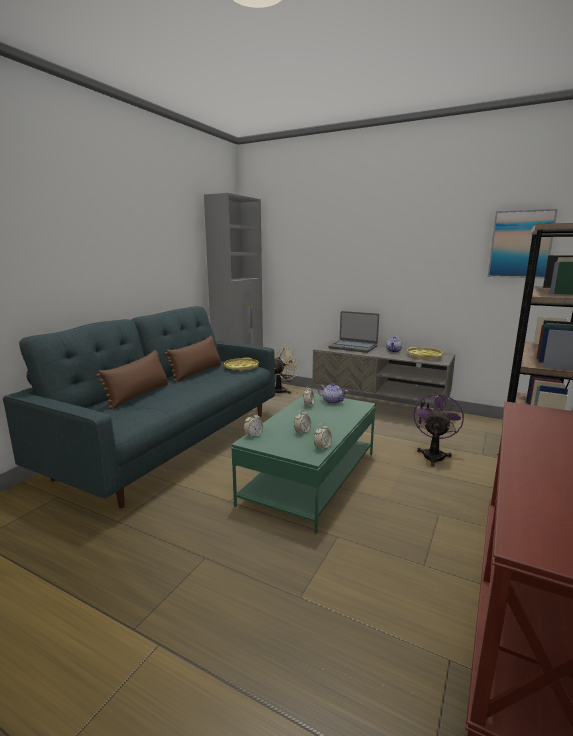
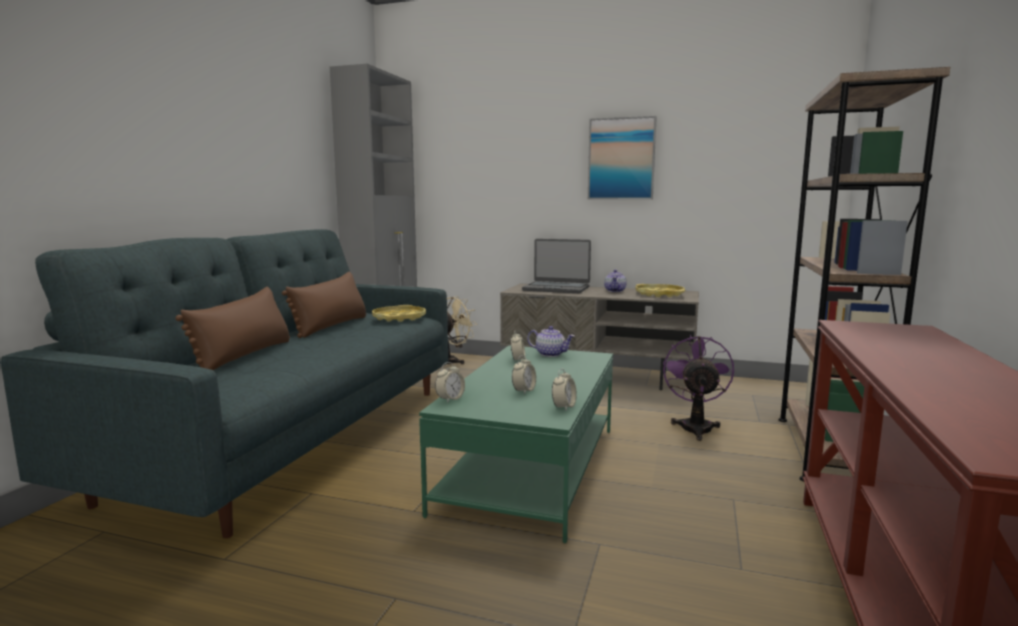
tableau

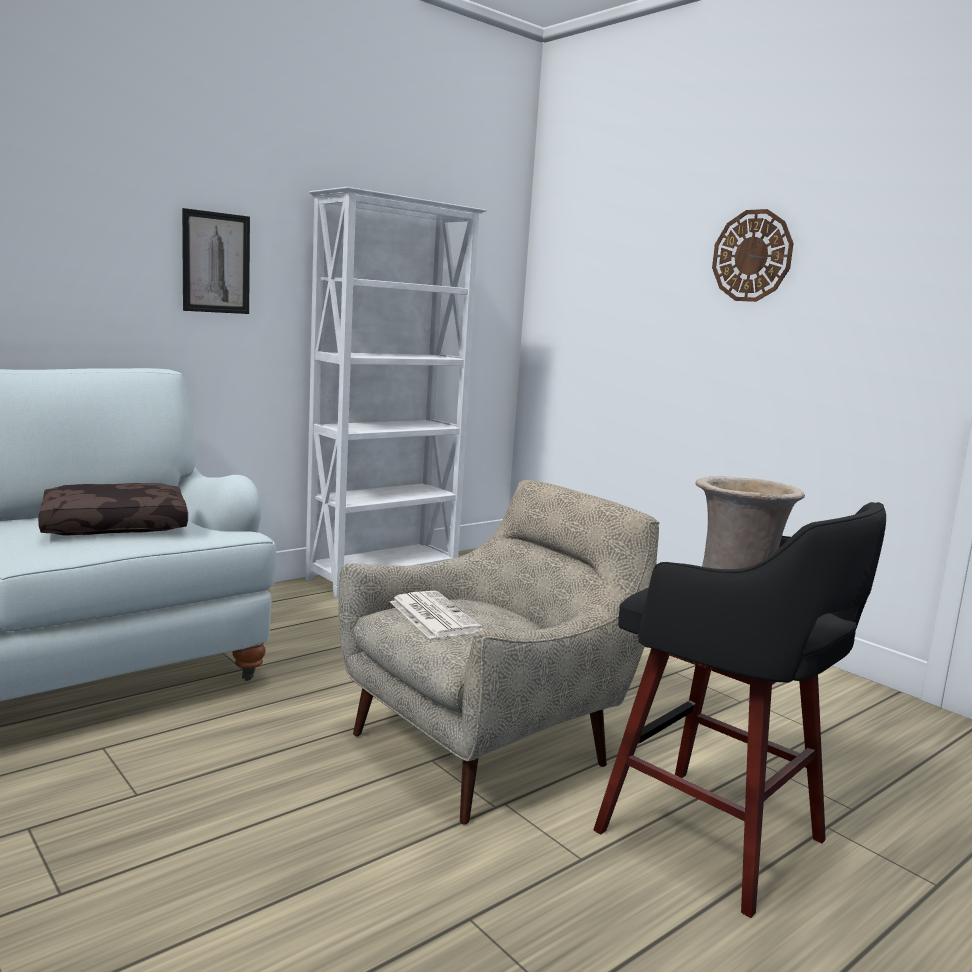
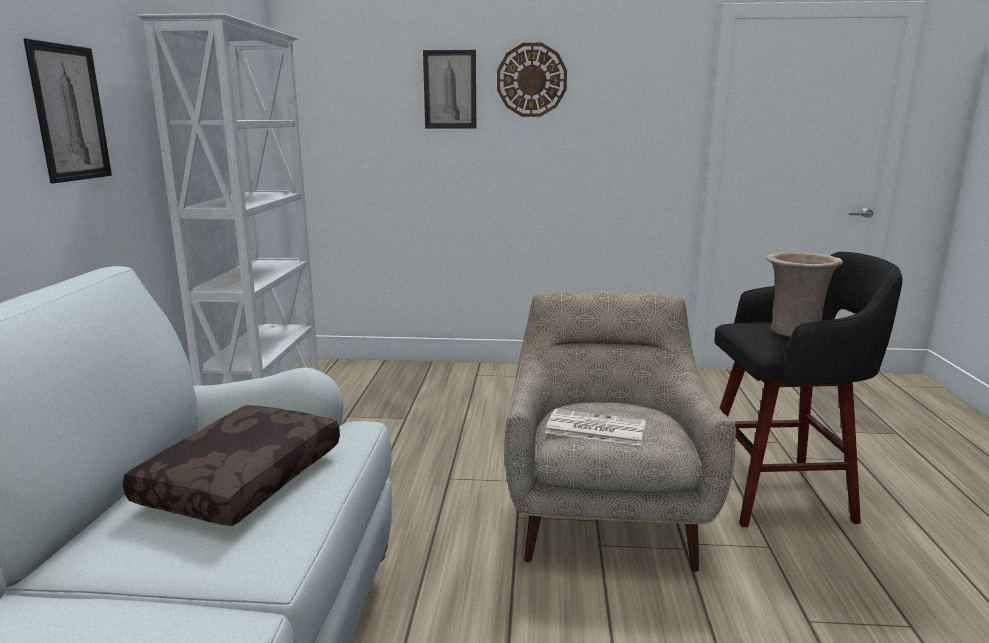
tableau (no. 2 from left)

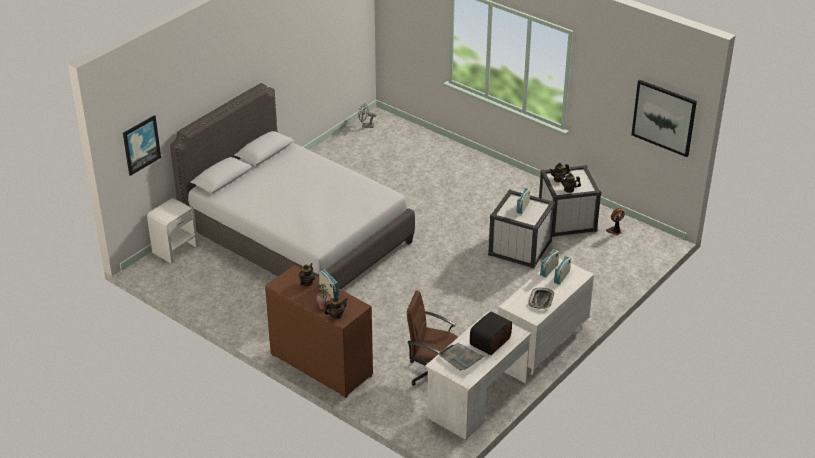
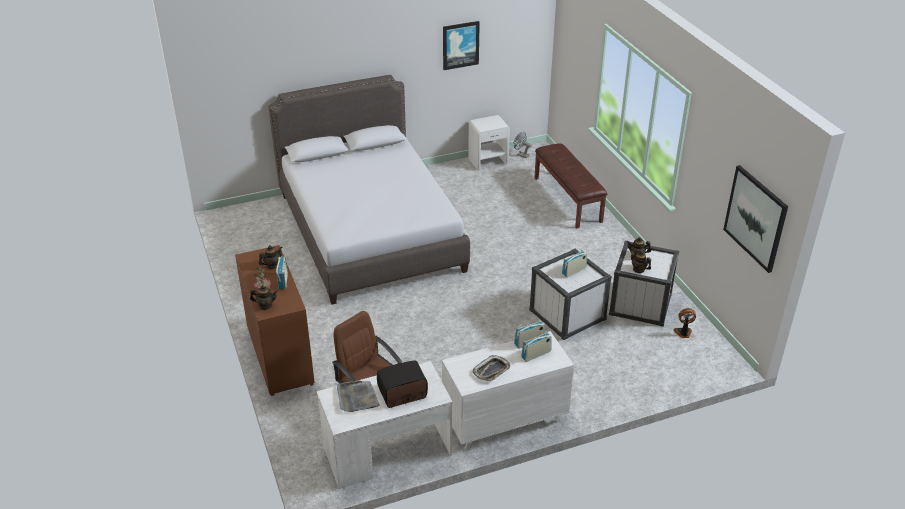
banc (marron); tableau (no. 1 from left); table de chevet (blanc)

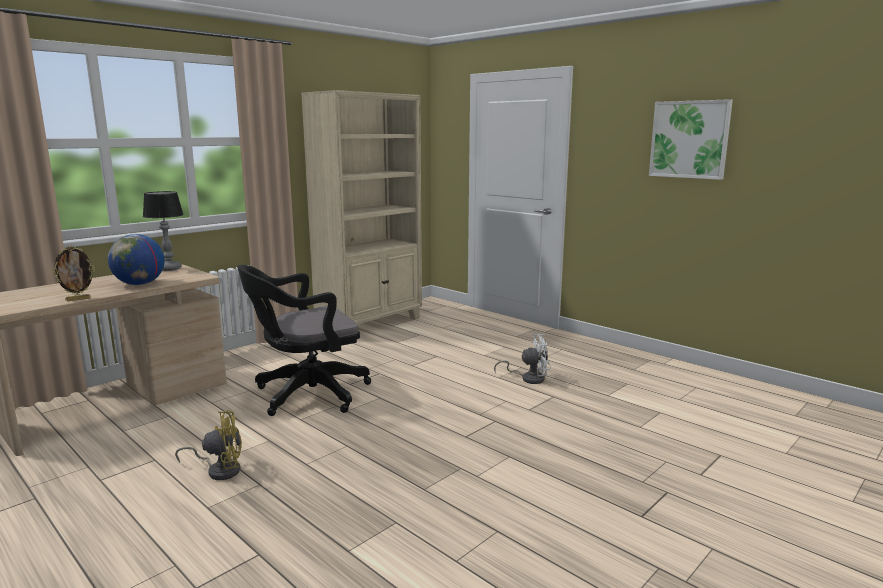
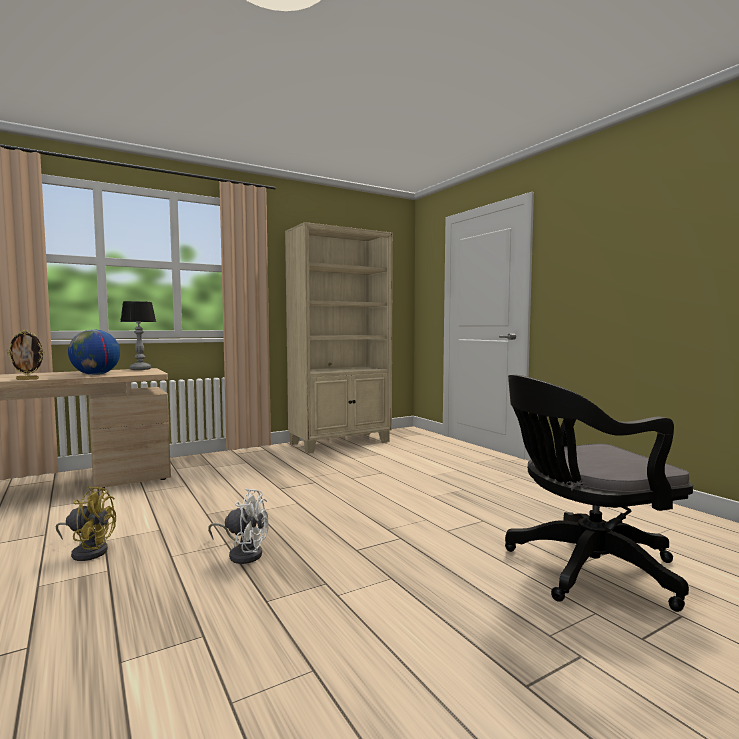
tableau; chaise de bureau (noir); ventilateur (blanc)

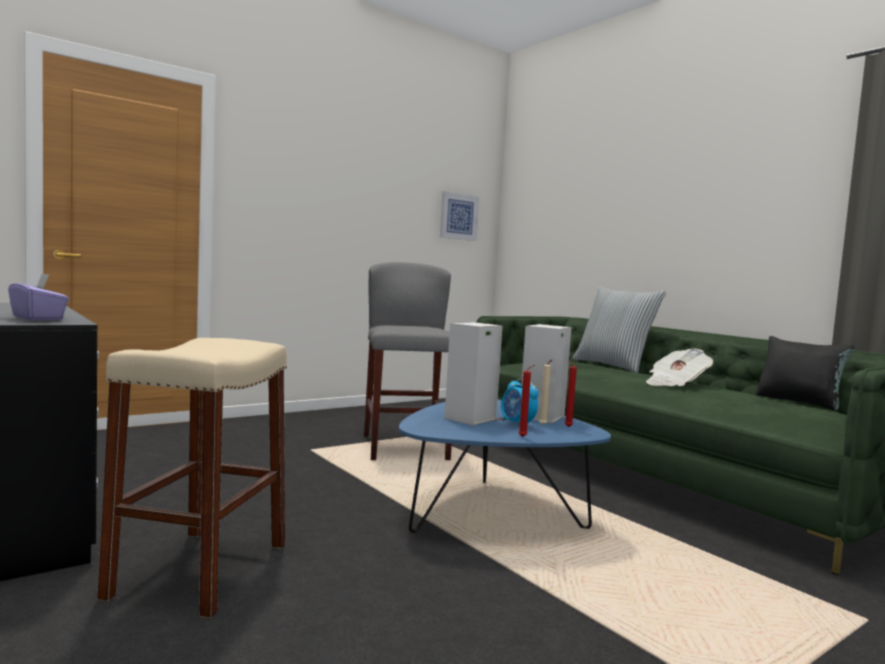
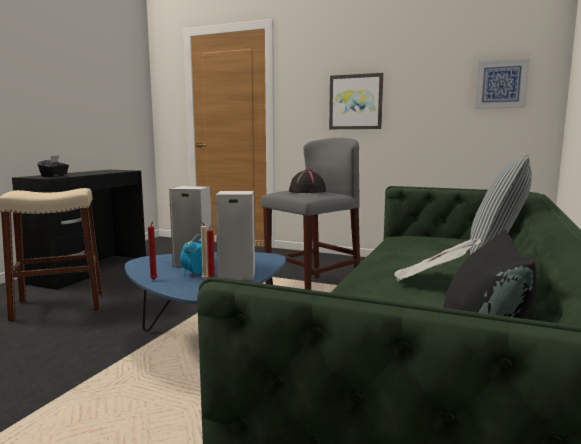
chapeau (noir); tableau (no. 1 from left); boîte à mouchoirs (noir)

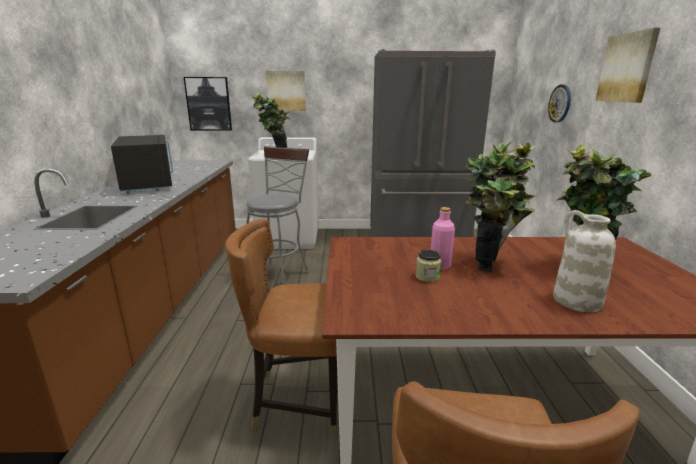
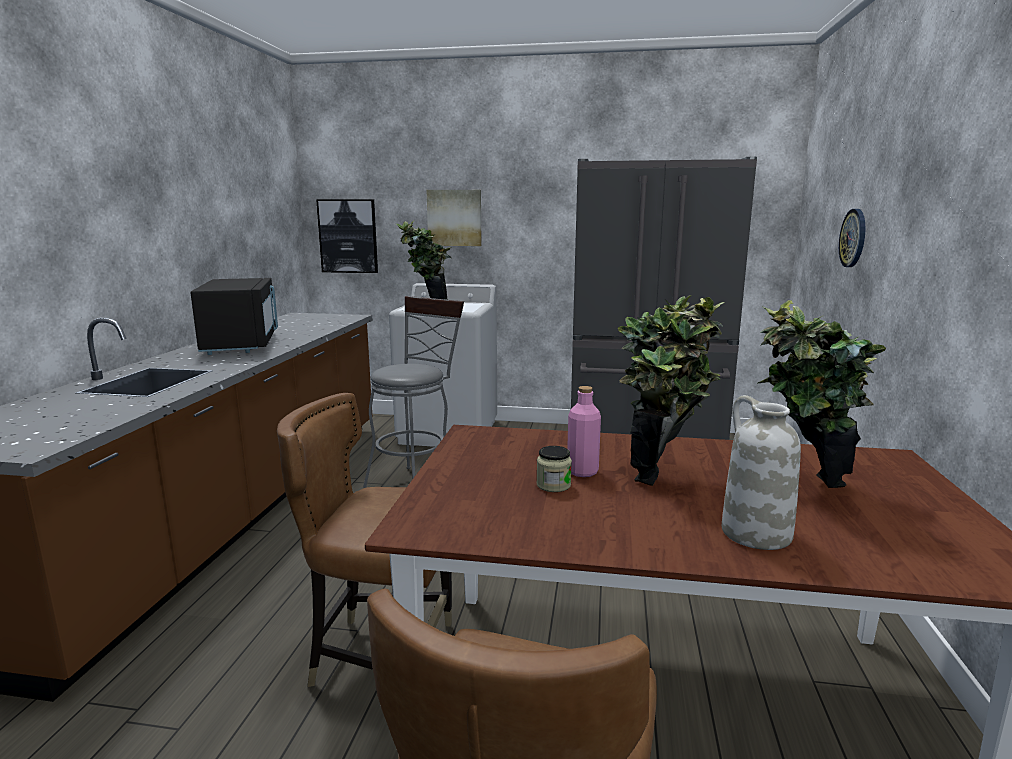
tableau (no. 3 from left in the first image)

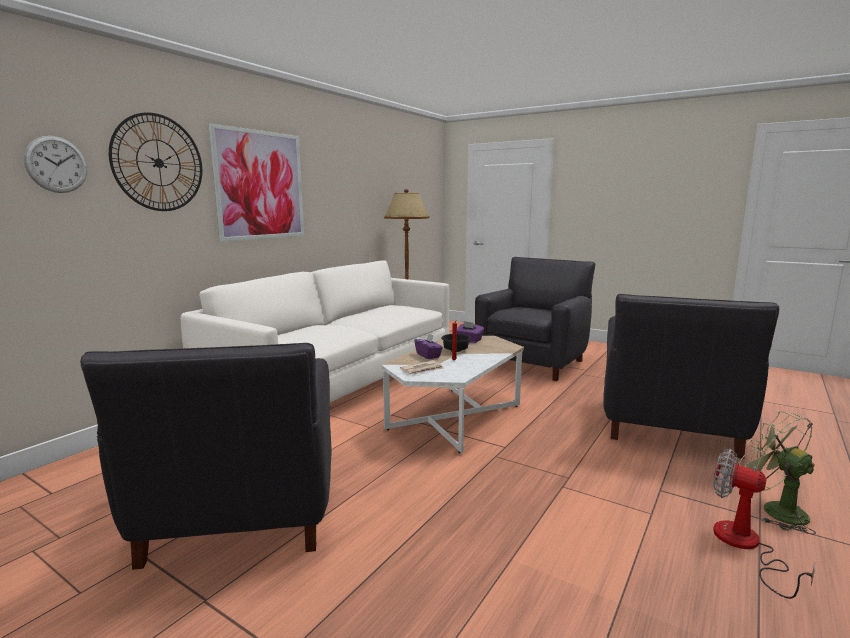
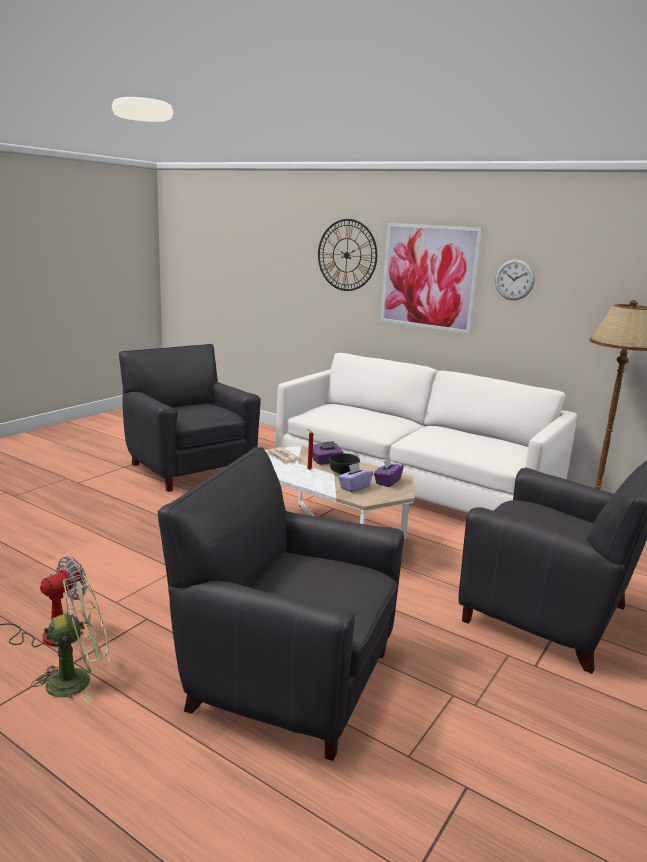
boîte à mouchoirs (violet) (no. 2 from left); horloge murale (no. 2 from left); fauteuil (noir) (no. 1 from left)

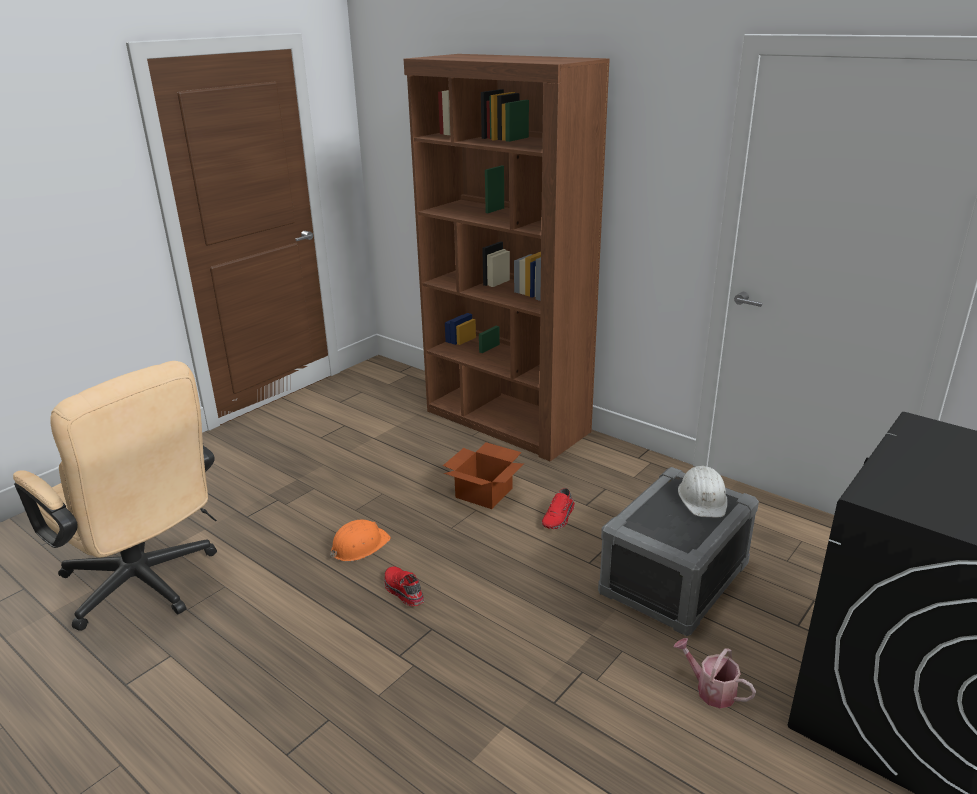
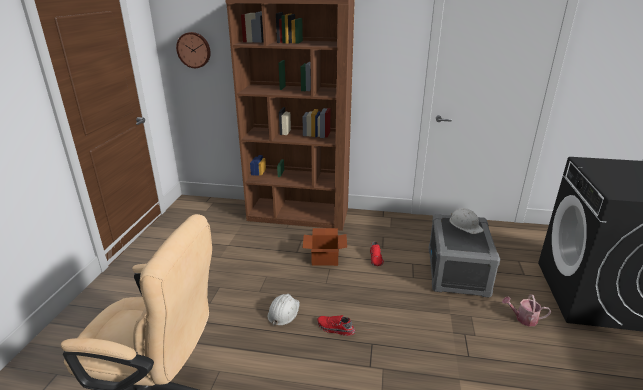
horloge murale; casque de chantier (blanc) (no. 1 from left)

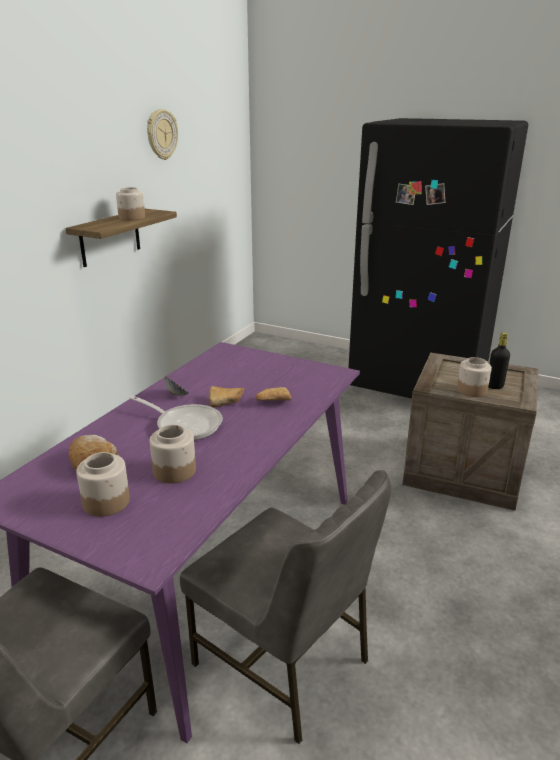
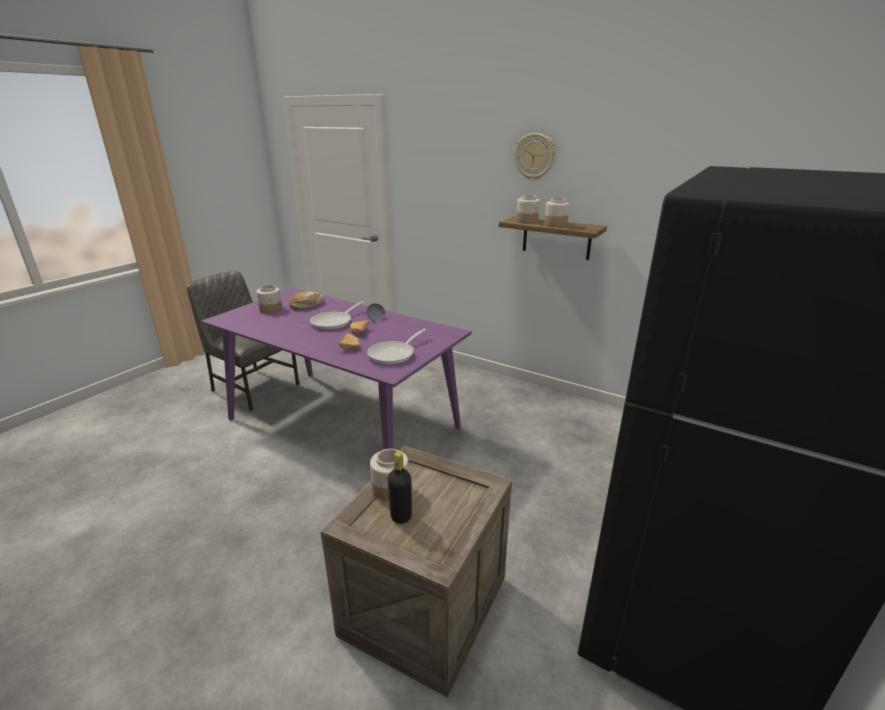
chaise (gris) (no. 2 from left in the first image); poêle (no. 2 from left); horloge murale; bocal (no. 3 from left)

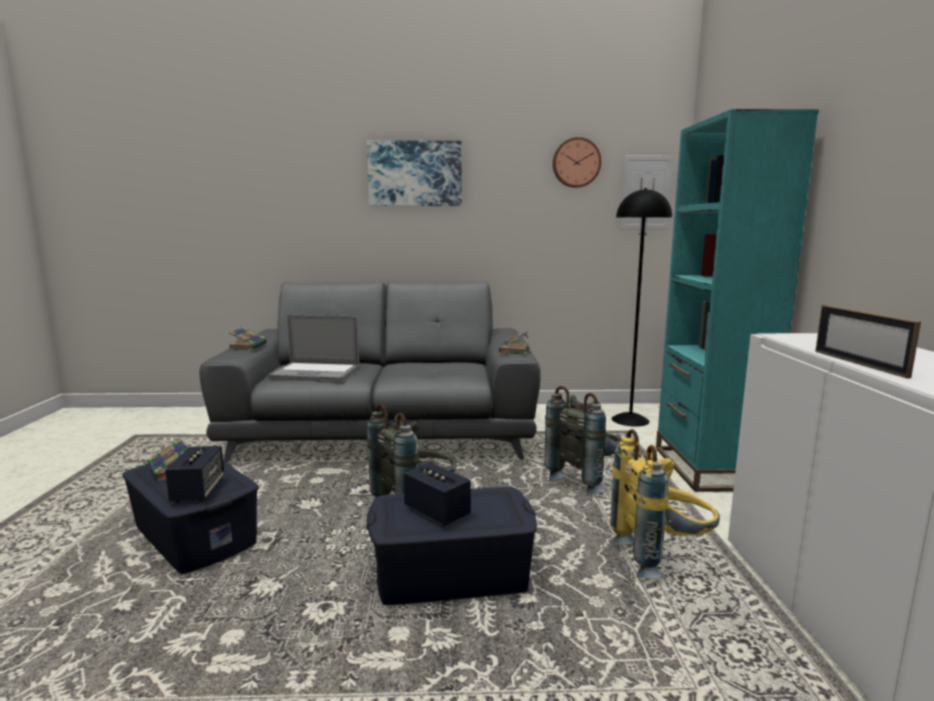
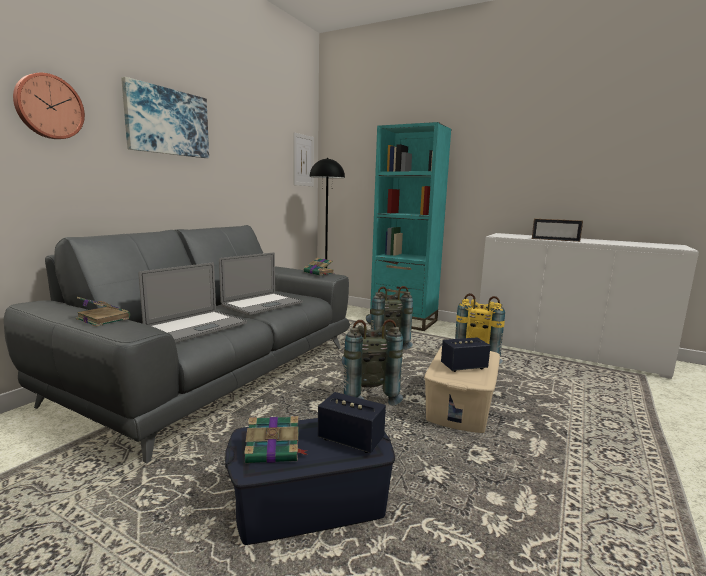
ordinateur portable (no. 2 from left); horloge murale; boîte de rangement (beige)

